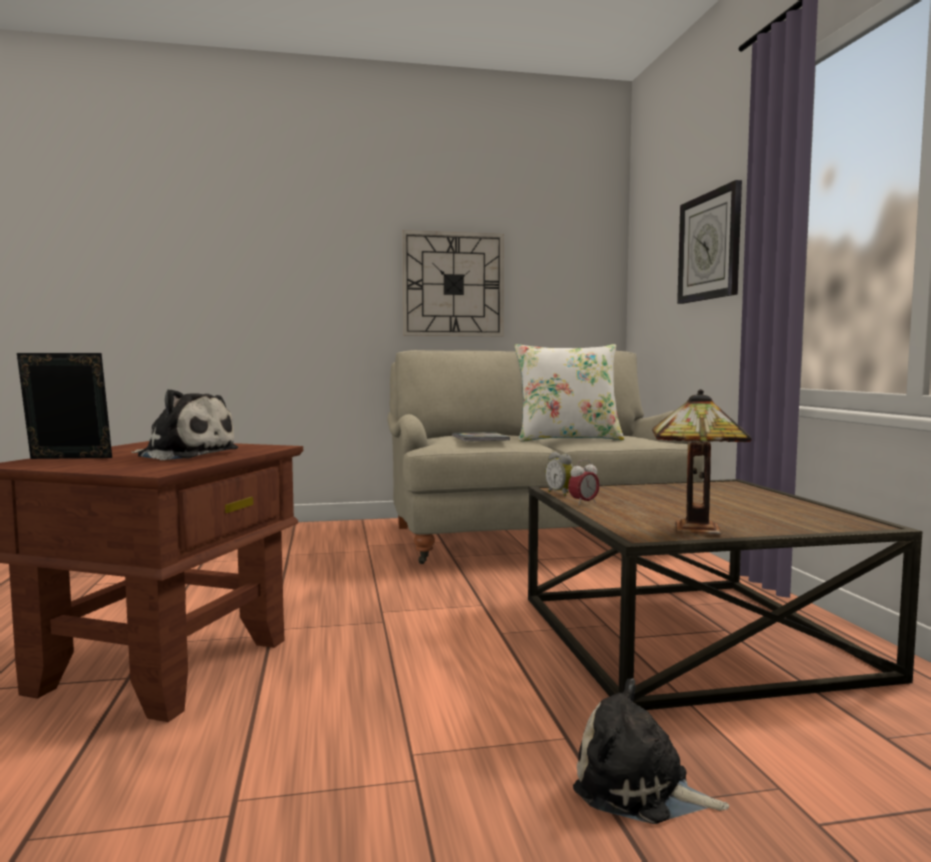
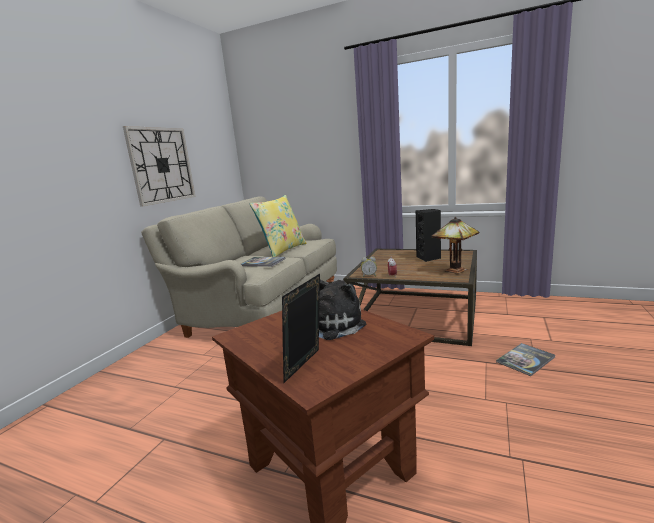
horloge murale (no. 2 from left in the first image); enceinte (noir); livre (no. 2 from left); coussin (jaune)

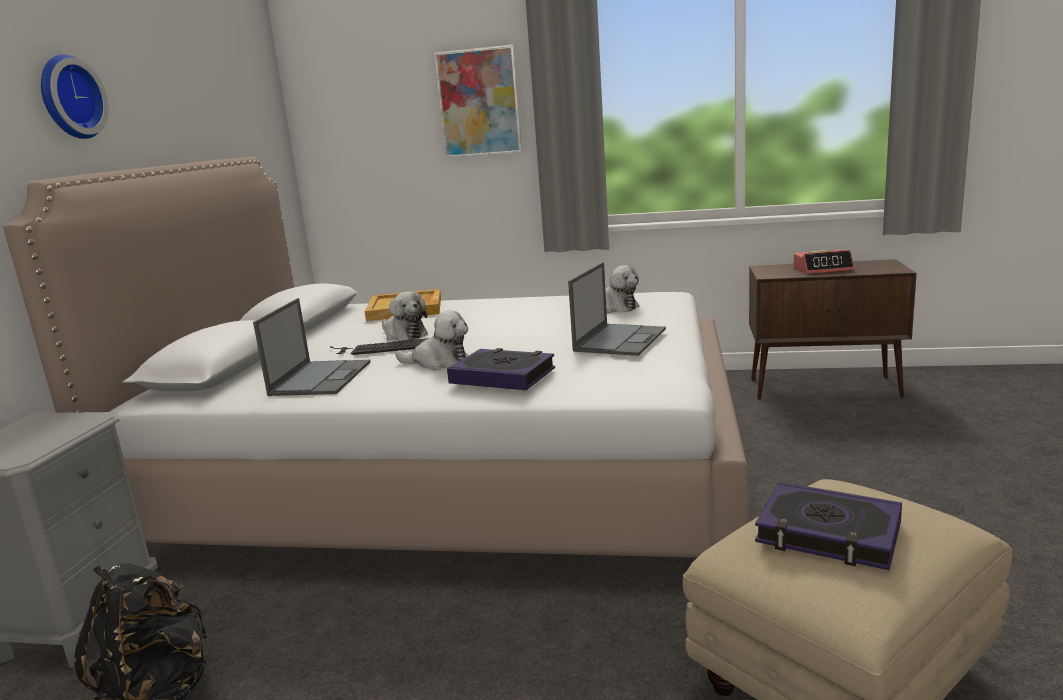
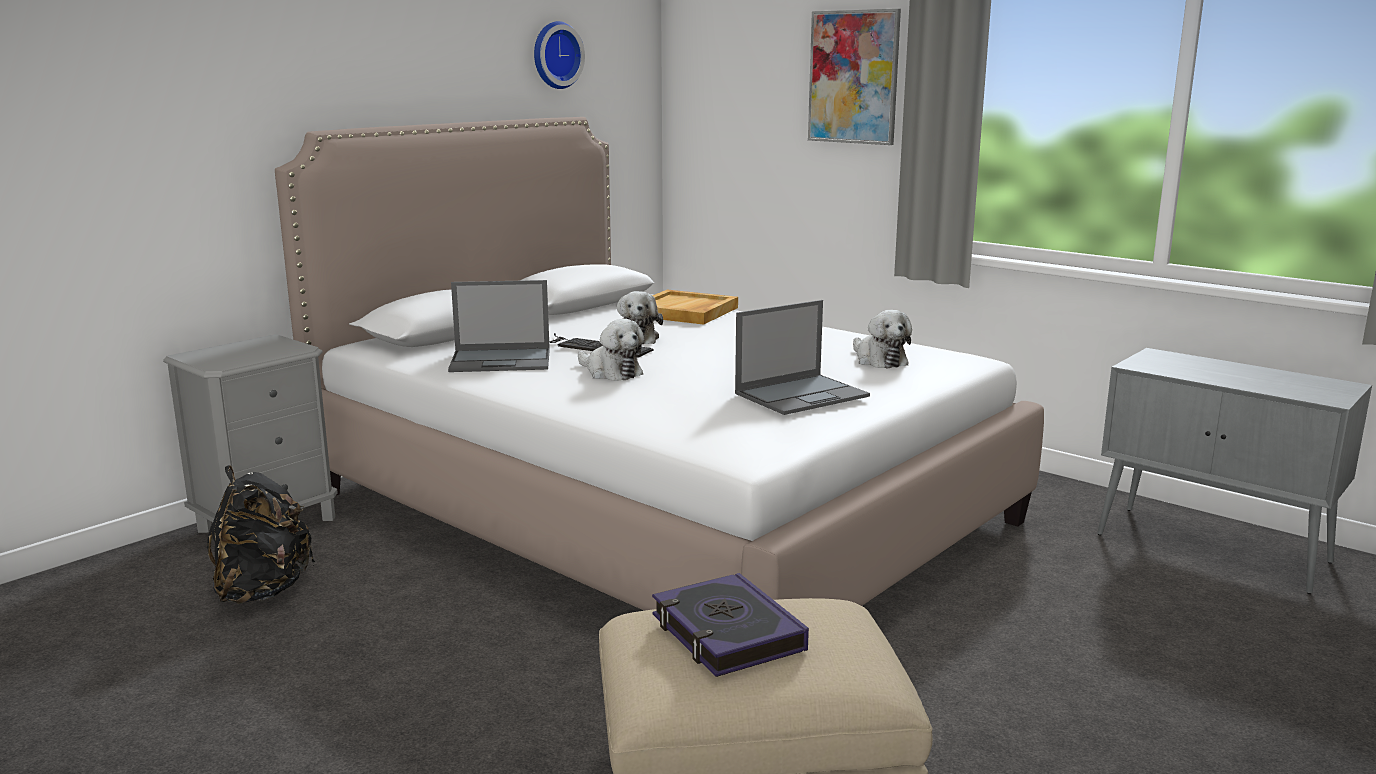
livre (no. 1 from left in the first image); réveil; horloge murale; meuble de rangement (gris); ordinateur portable (no. 1 from left)

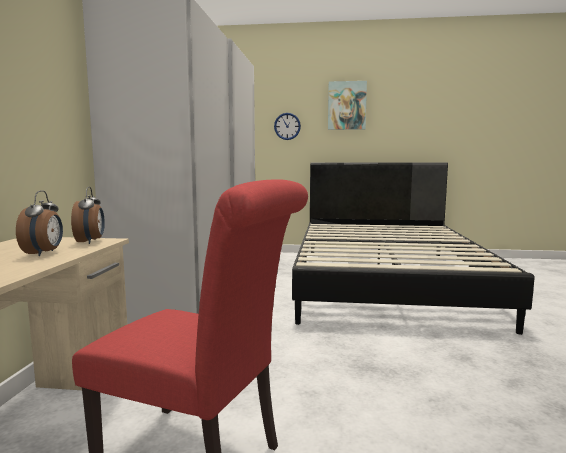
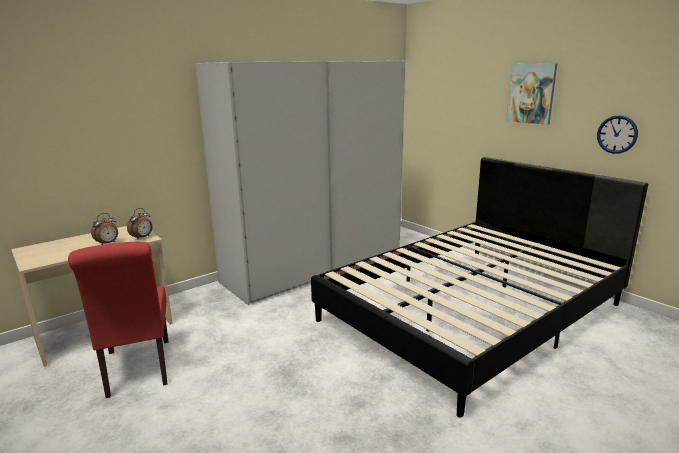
horloge murale

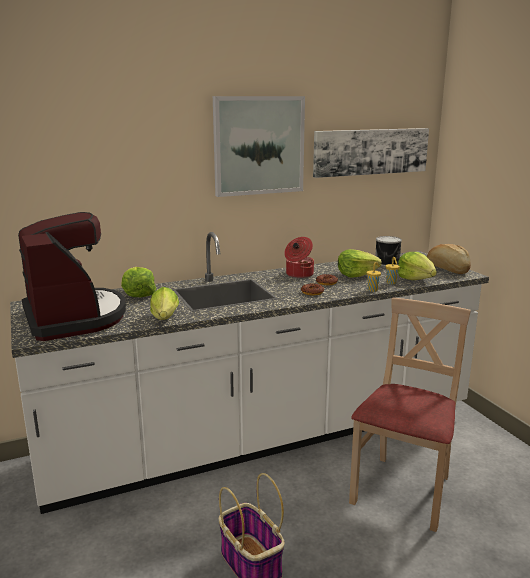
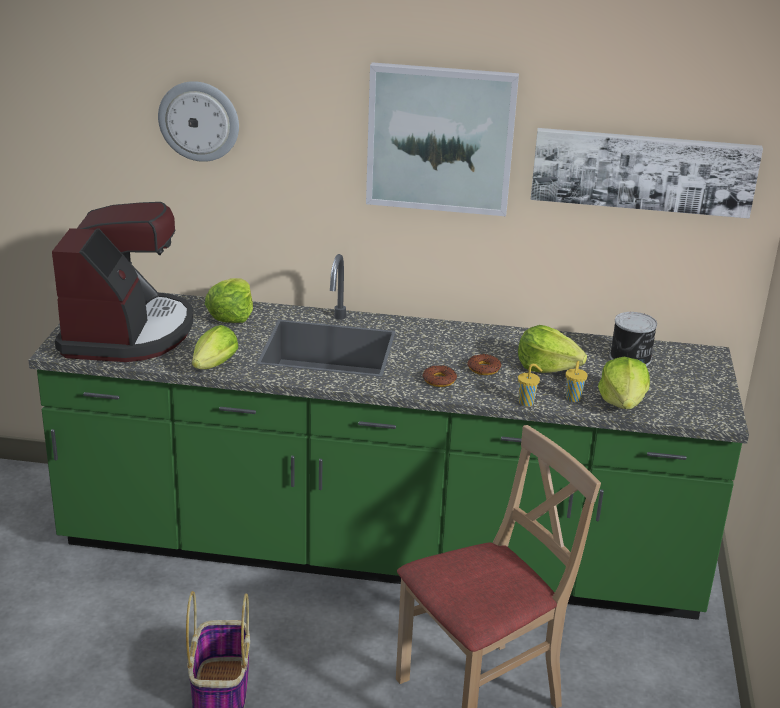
marmite; pain; horloge murale; comptoir de cuisine (vert)

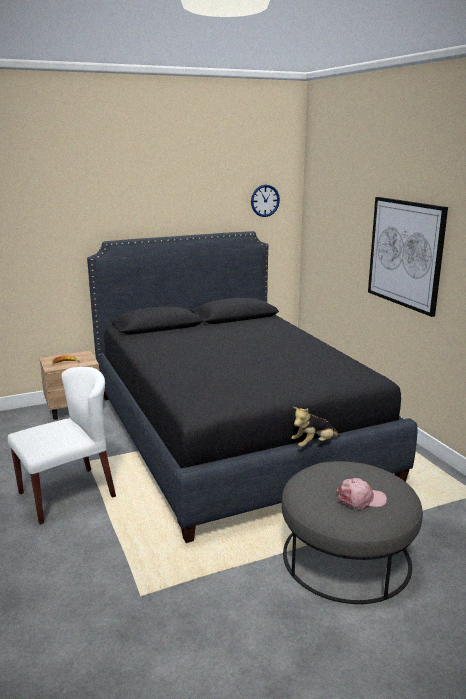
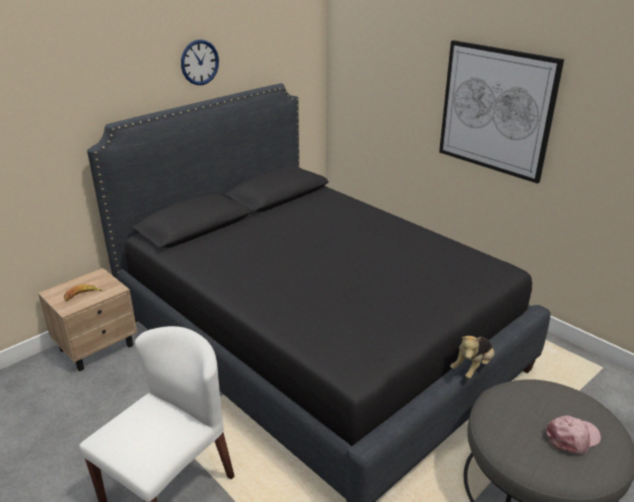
horloge murale

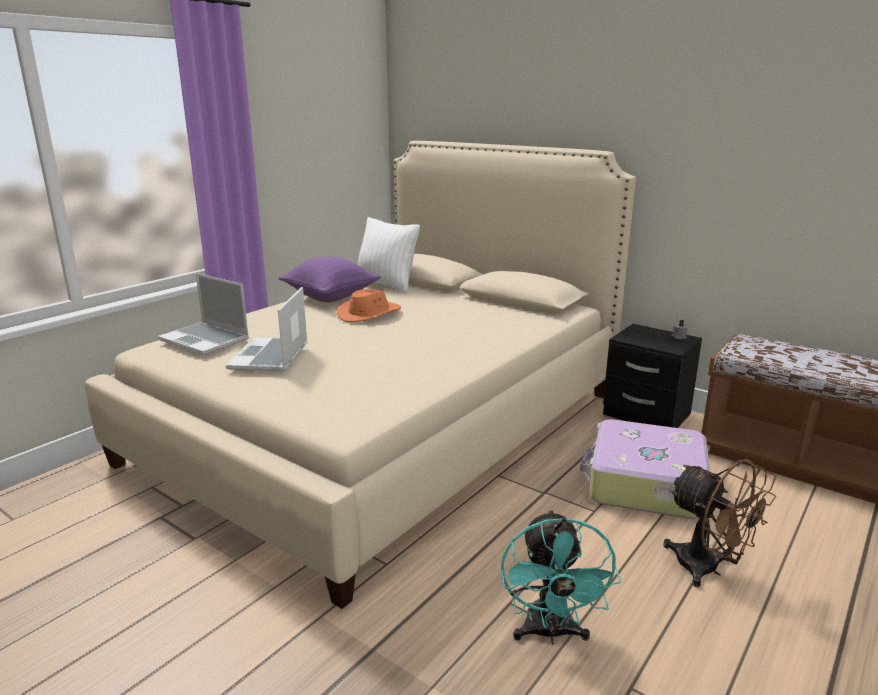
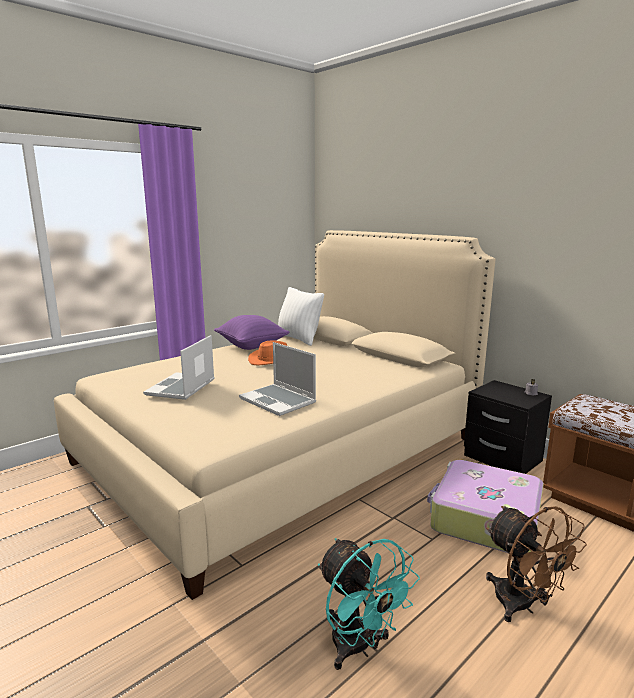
ordinateur portable (no. 2 from left); ventilateur (turquoise)

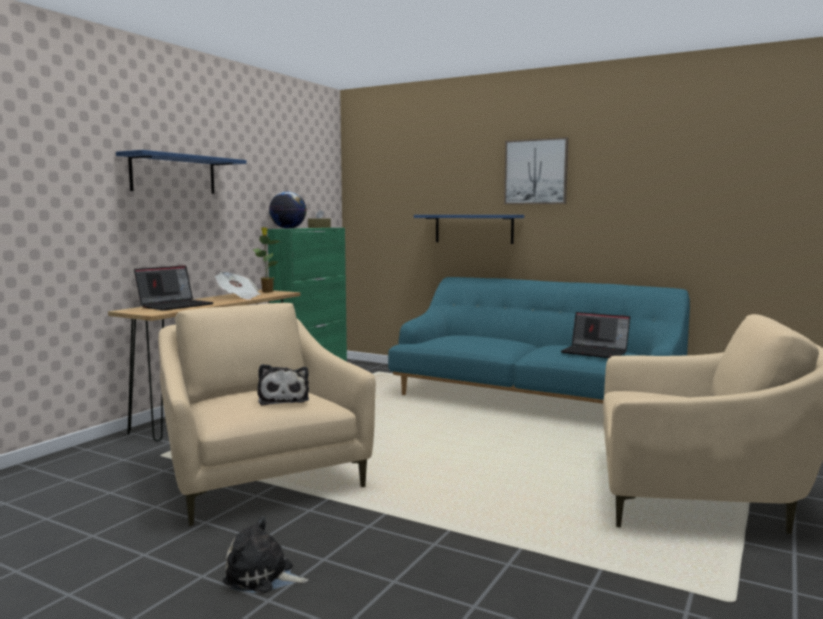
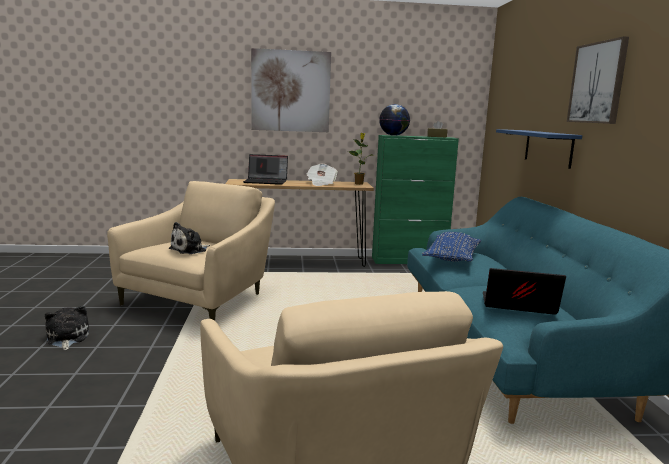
coussin (bleu); tableau (no. 1 from left); ordinateur portable (no. 2 from left)

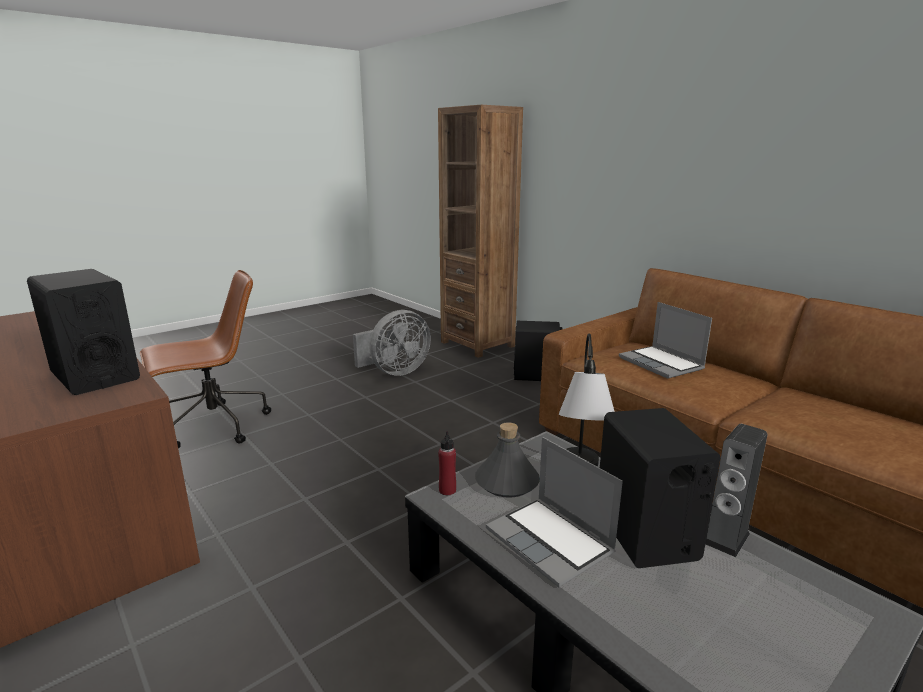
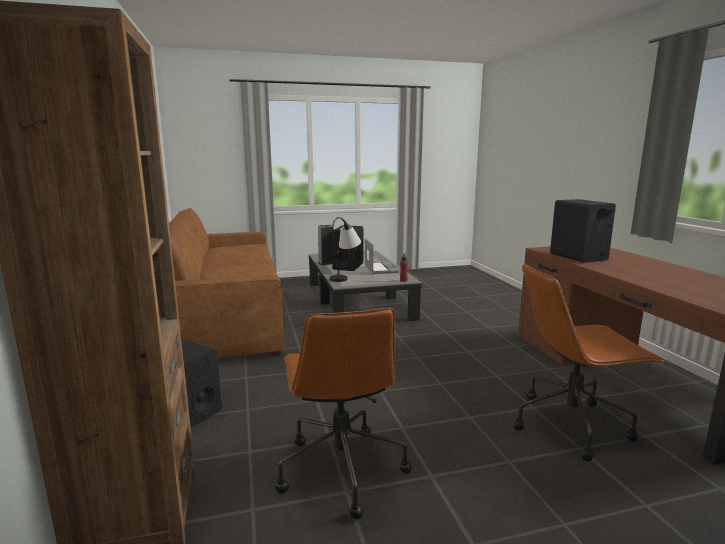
bouteille (gris); ordinateur portable (no. 2 from left in the first image); chaise de bureau (marron) (no. 1 from left)

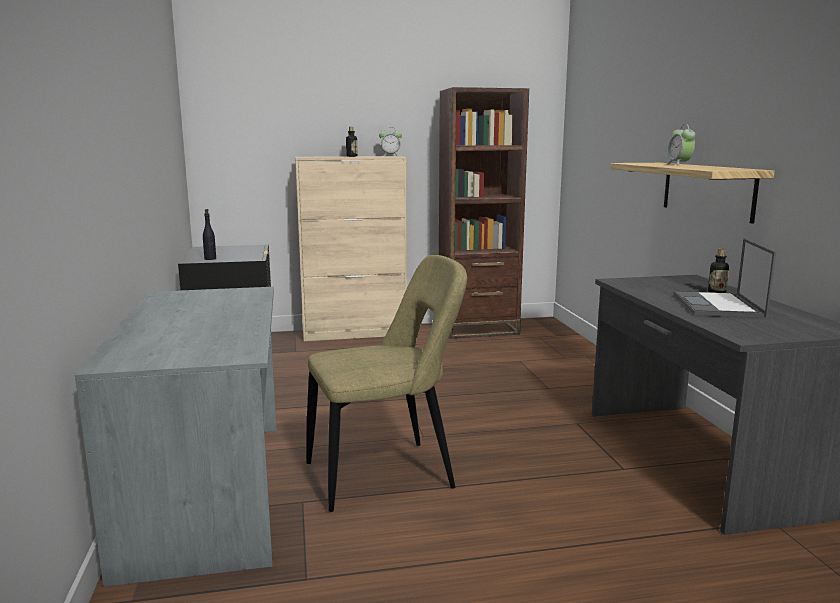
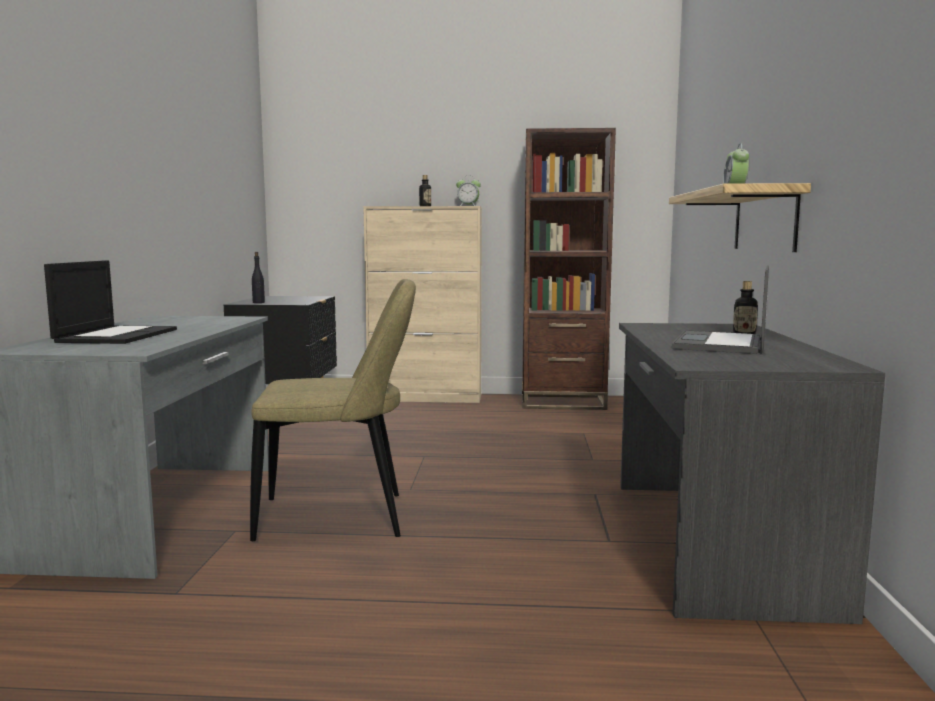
ordinateur portable (no. 1 from left)

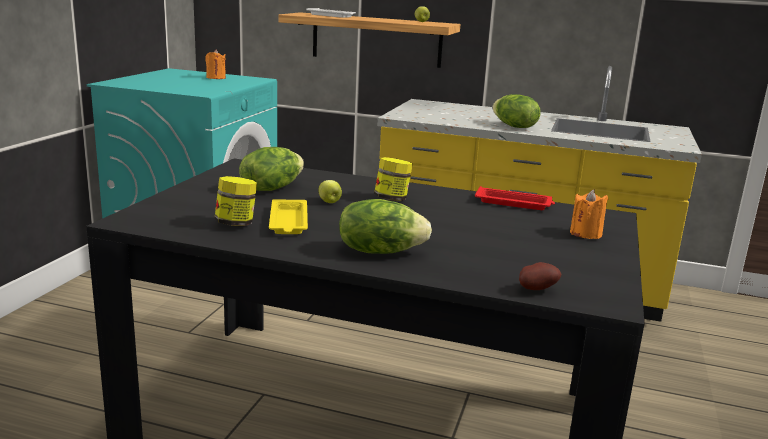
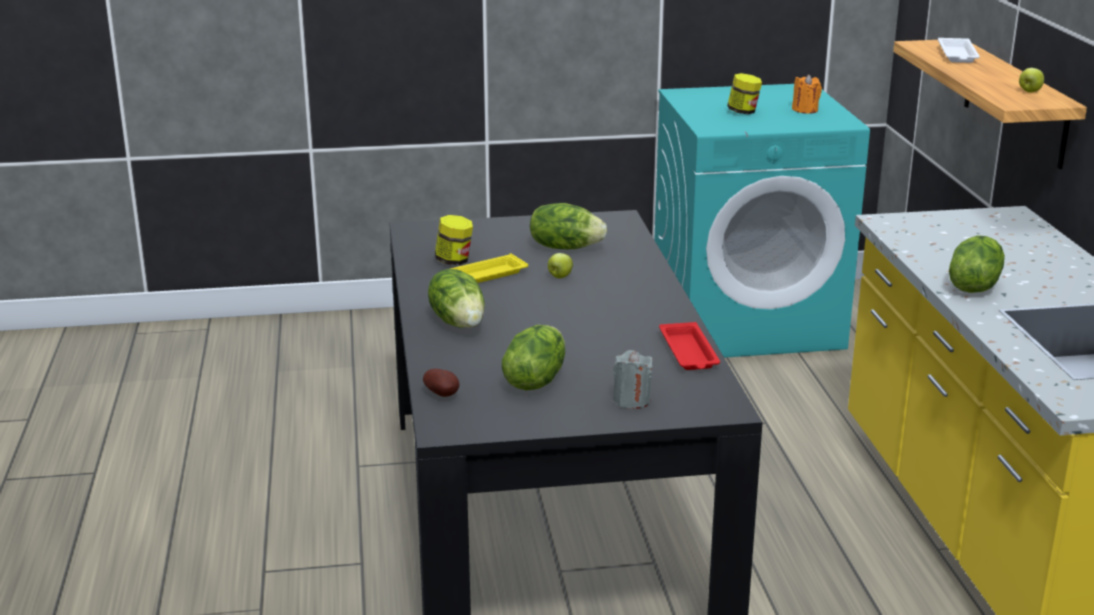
laitue (no. 2 from left); bocal (no. 2 from left); bougie (gris)

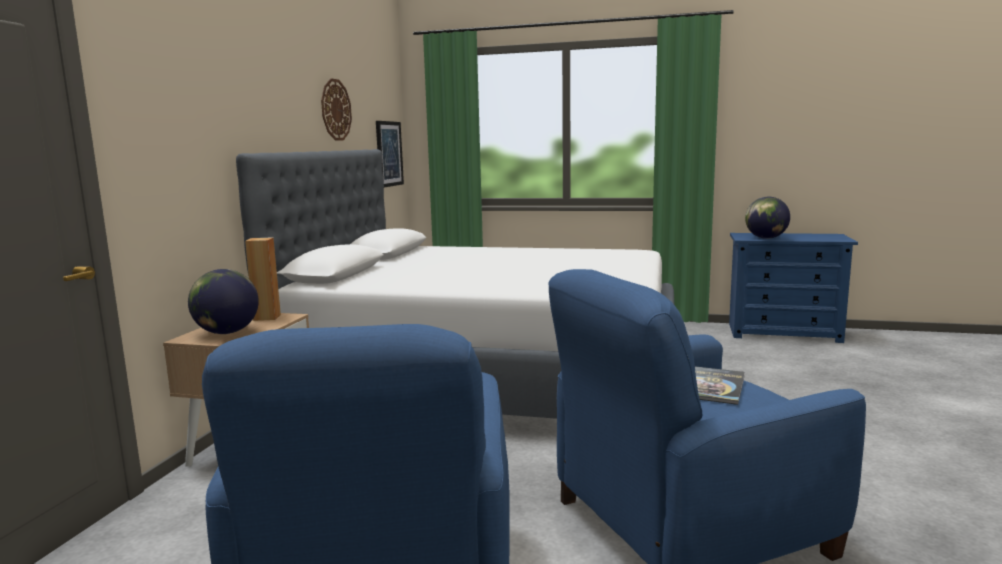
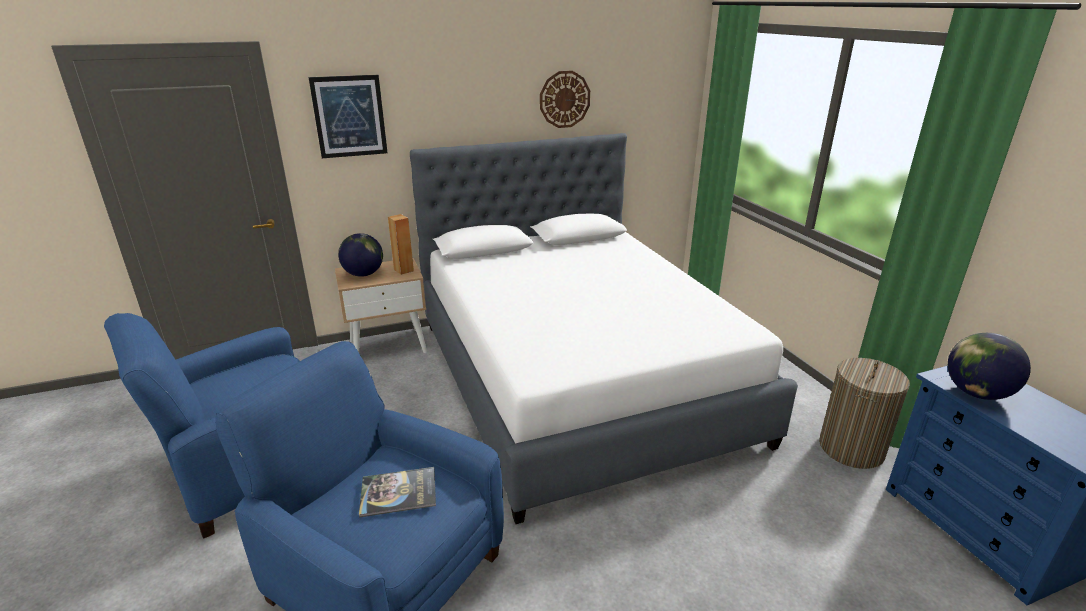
panier à linge; tableau

